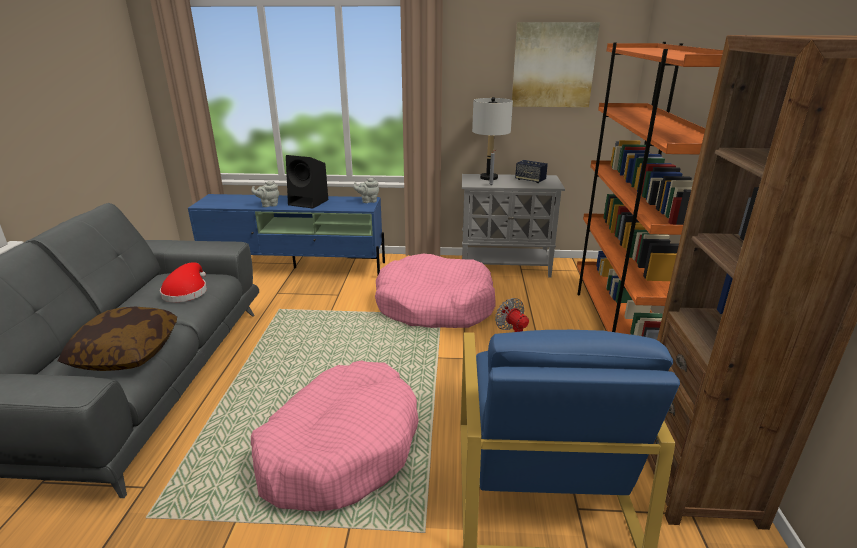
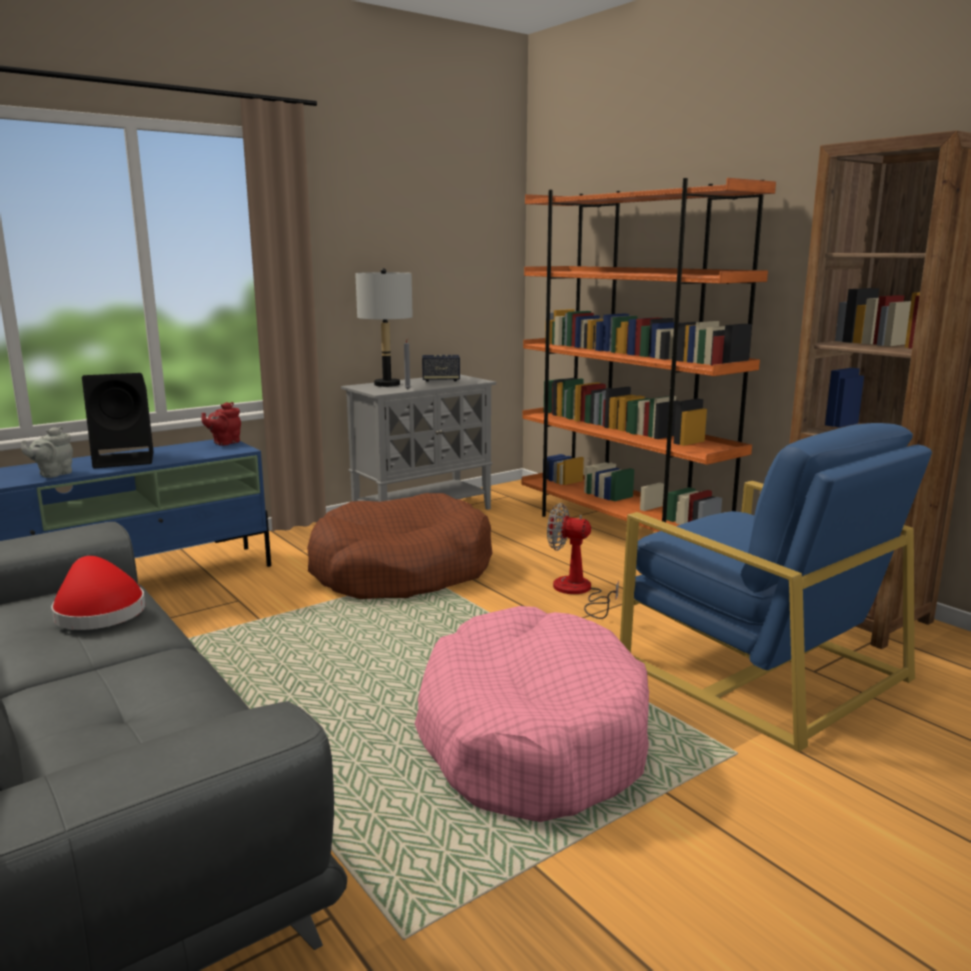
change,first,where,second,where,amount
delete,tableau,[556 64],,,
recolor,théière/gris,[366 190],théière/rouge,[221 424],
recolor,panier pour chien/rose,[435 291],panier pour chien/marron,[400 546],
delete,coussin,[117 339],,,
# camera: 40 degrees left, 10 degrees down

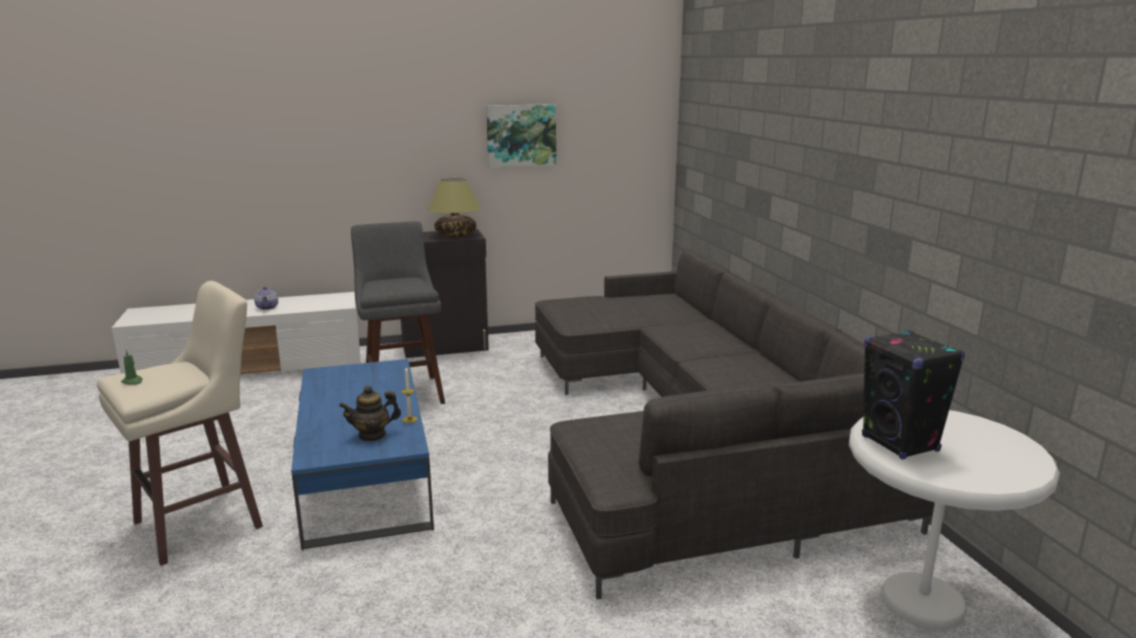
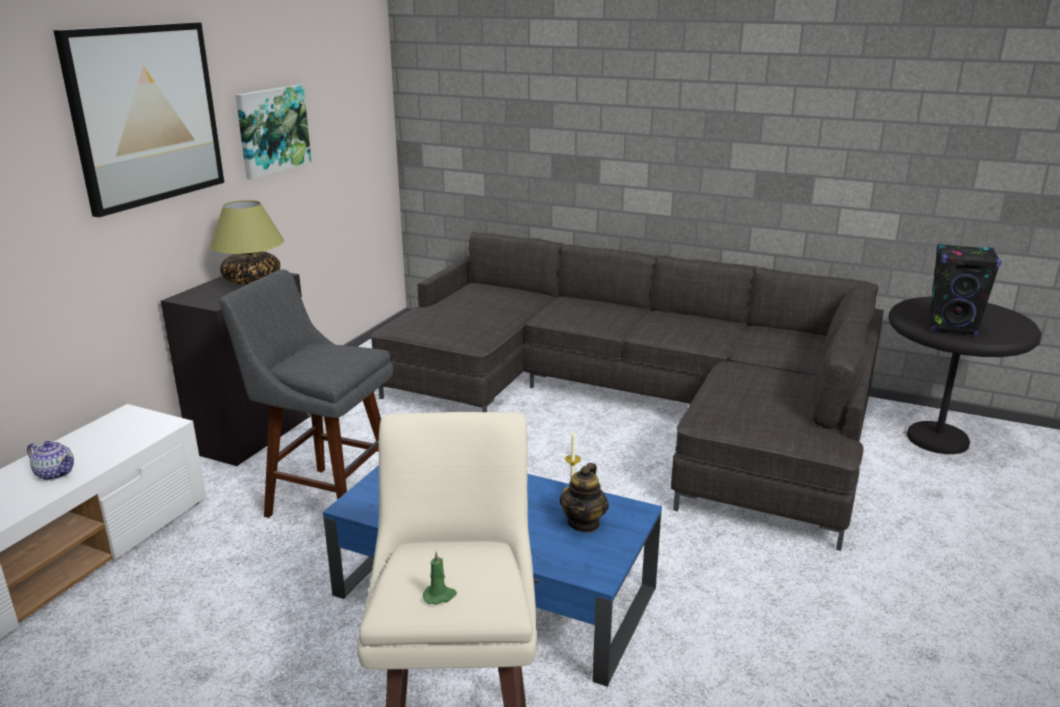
change,first,where,second,where,amount
recolor,table d'appoint/blanc,[954 520],table d'appoint/noir,[965 375],
insert,,,tableau,[138 119],
# camera: 50 degrees left, 5 degrees up

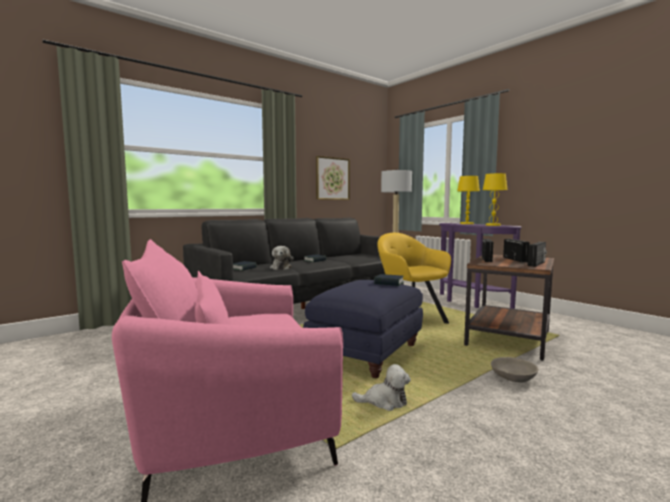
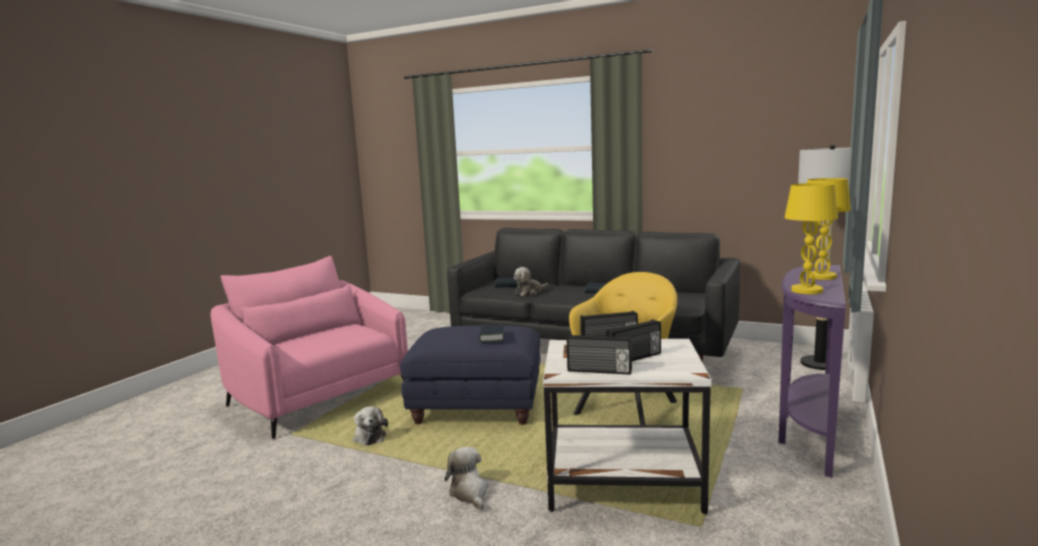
change,first,where,second,where,amount
delete,tableau,[333 178],,,
recolor,table d'appoint/marron,[509 307],table d'appoint/blanc,[627 426],
replace,bol/gris,[515 370],peluche,[466 478],
# camera: 65 degrees right, 5 degrees up

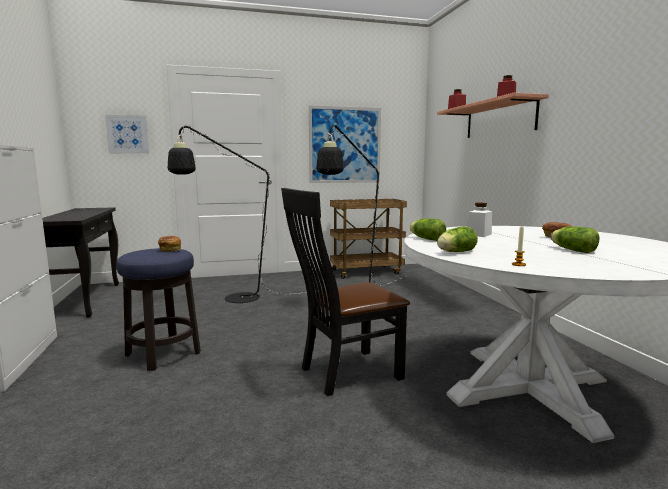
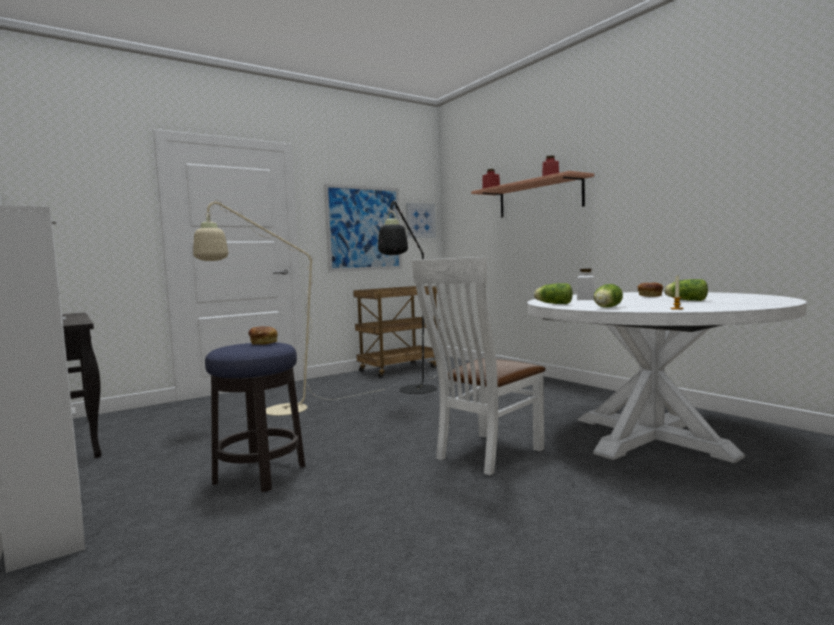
change,first,where,second,where,amount
move,tableau,[127 134],,[421 220],
recolor,lampadaire/noir,[237 213],lampadaire/beige,[289 308],
recolor,chaise/noir,[345 292],chaise/blanc,[478 366],
# camera: 20 degrees left, 5 degrees down

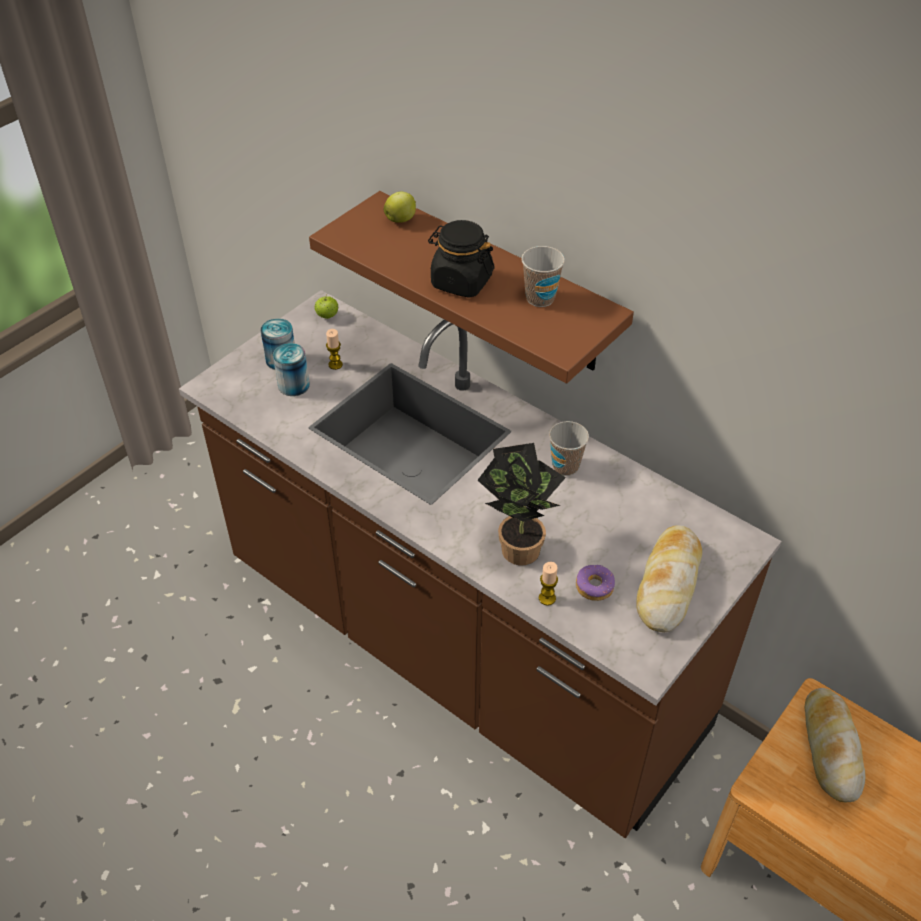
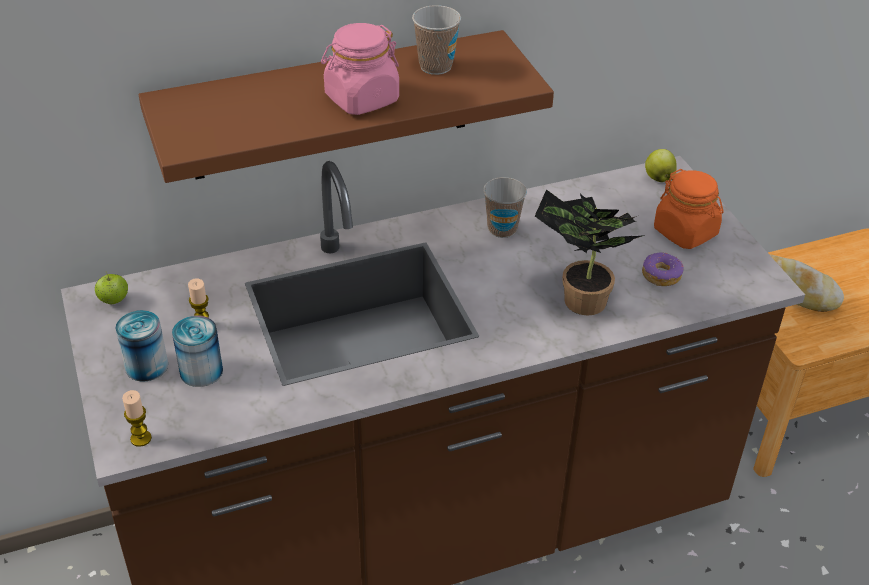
change,first,where,second,where,amount
move,pomme,[400 207],,[661 165],
recolor,bocal/noir,[461 259],bocal/rose,[360 69],
replace,pain,[669 578],bocal/orange,[688 209],
move,bougie,[548 584],,[137 418],
# camera: 60 degrees left, 5 degrees down

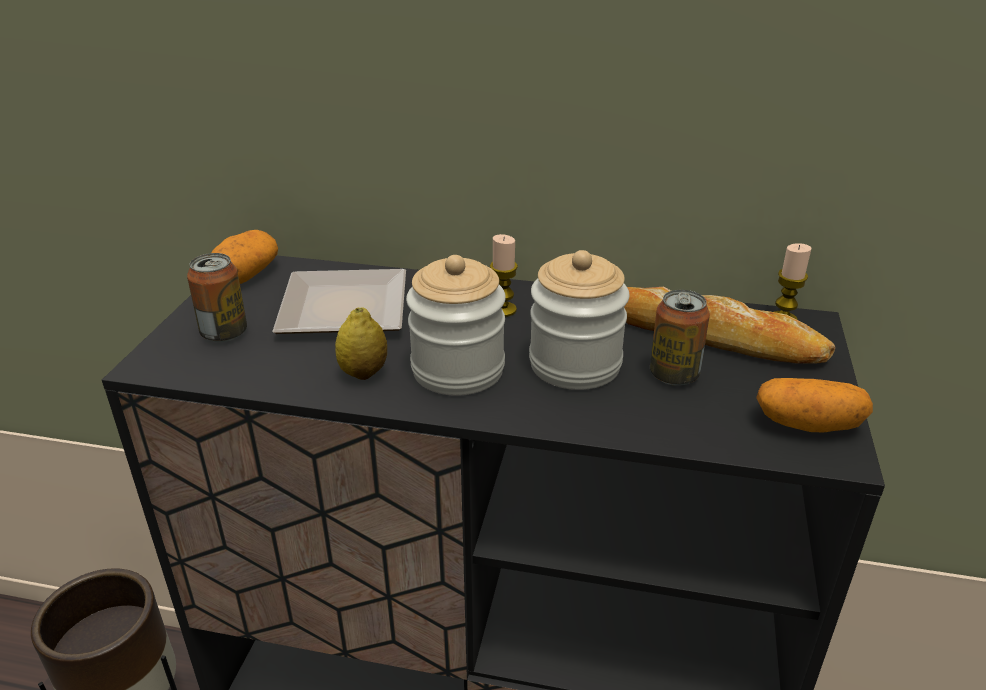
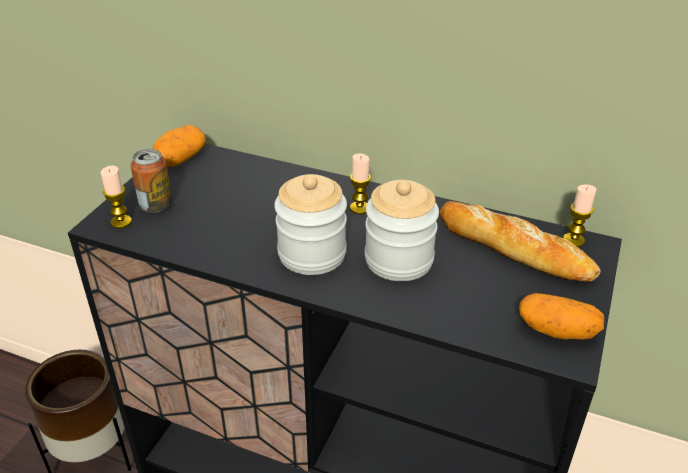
change,first,where,second,where,amount
delete,assiette,[339 301],,,
delete,boîte métallique,[680 338],,,
delete,citron,[361 343],,,
insert,,,bougie,[116 197],
# camera: 10 degrees right, 5 degrees up

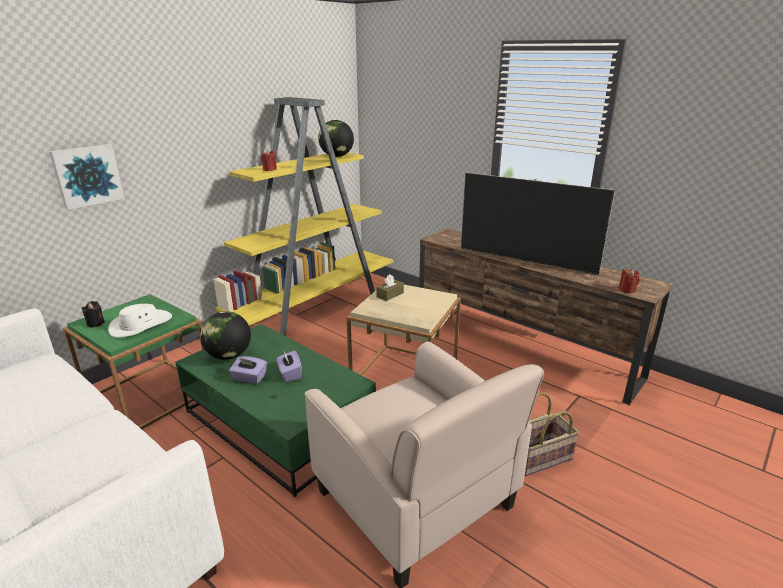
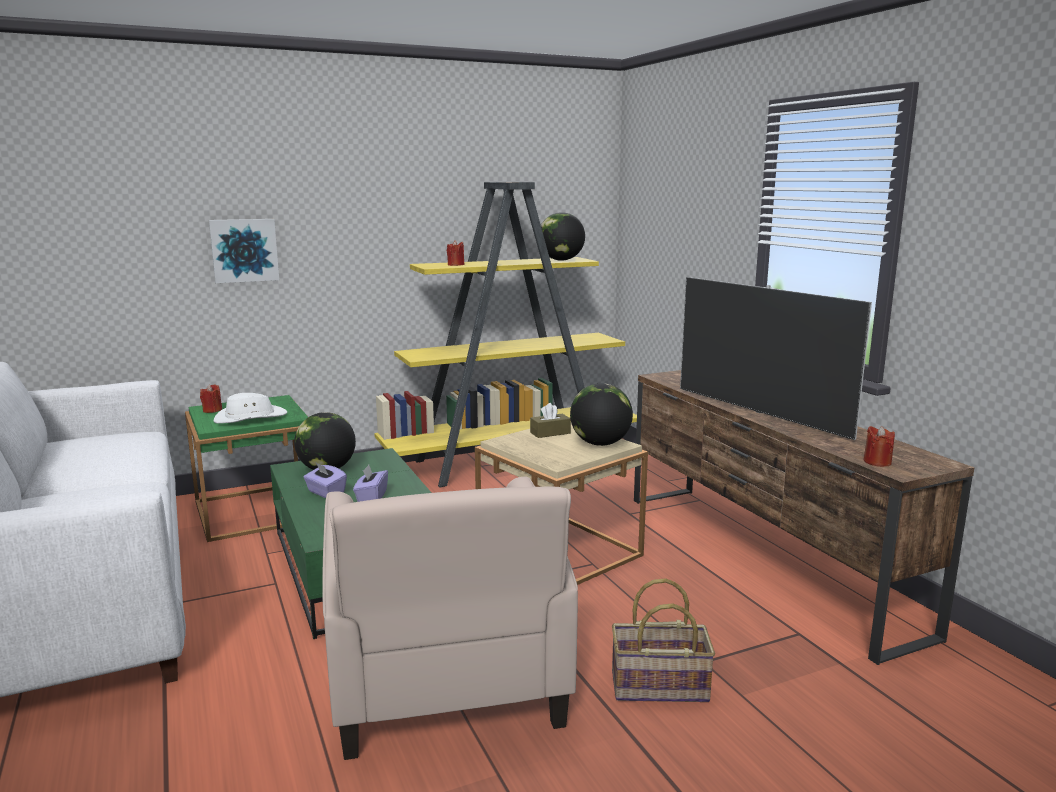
change,first,where,second,where,amount
recolor,bougie/noir,[93 314],bougie/rouge,[211 398],
insert,,,globe,[601 414],
# camera: 25 degrees right, 10 degrees down

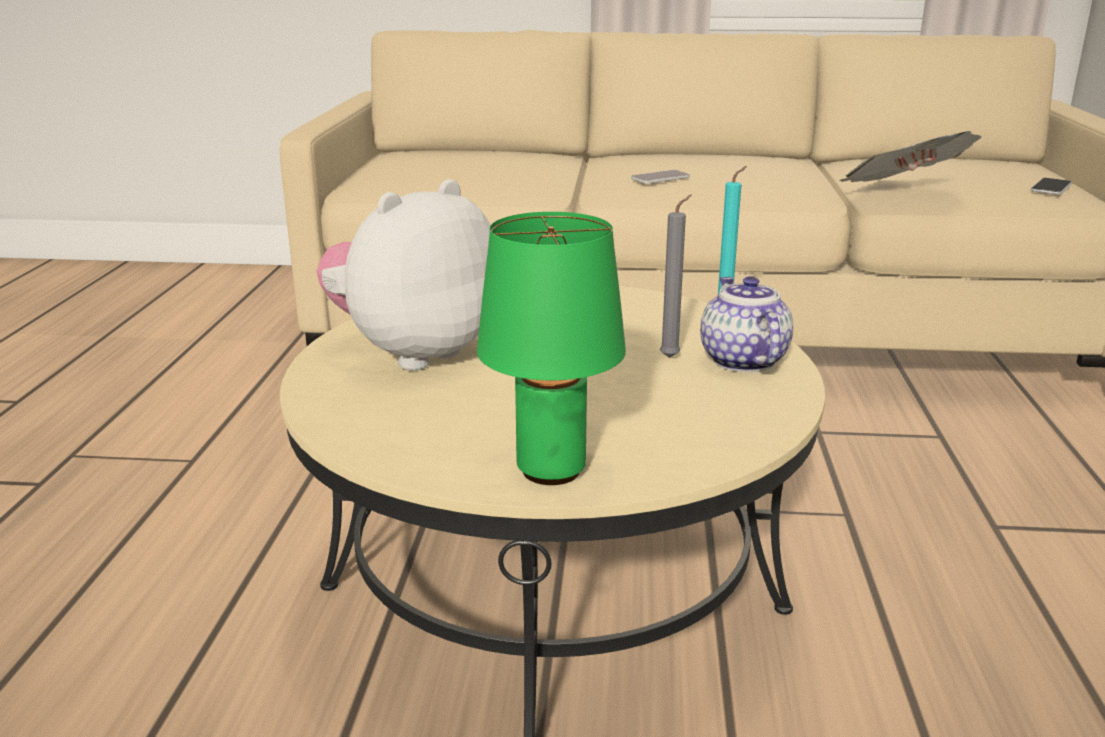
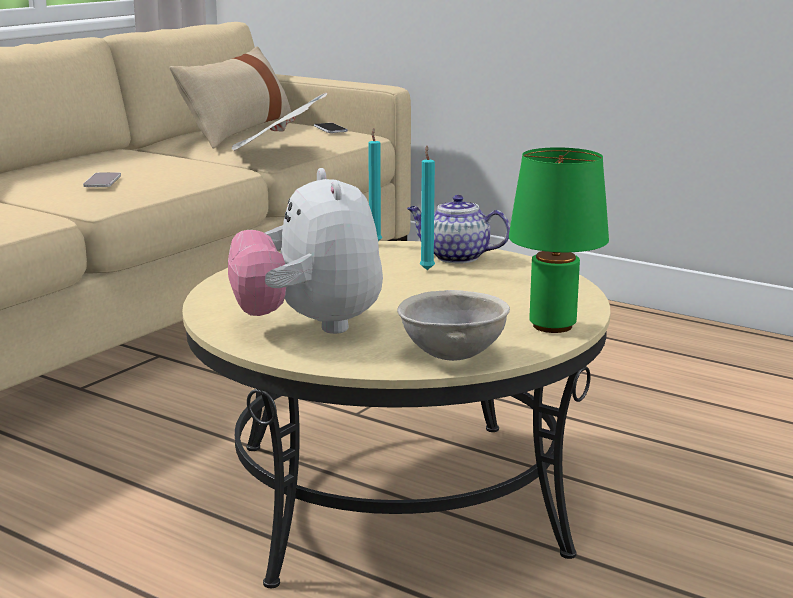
change,first,where,second,where,amount
recolor,bougie/gris,[676 276],bougie/turquoise,[427 208],
insert,,,coussin/beige,[230 97],
insert,,,bol/gris,[453 325],
# camera: 60 degrees left, 5 degrees down

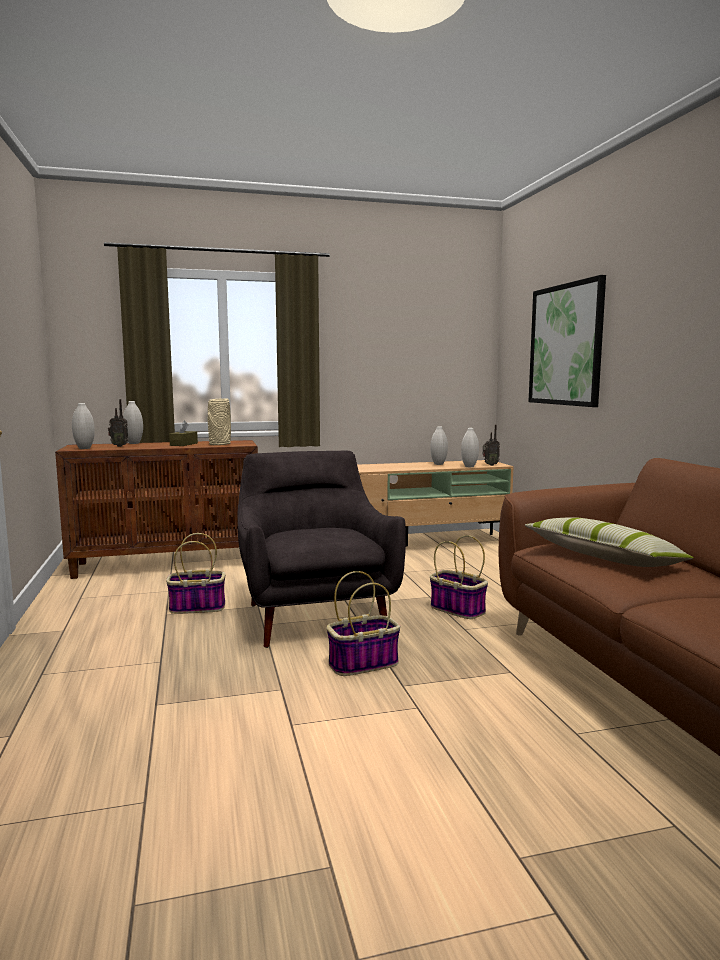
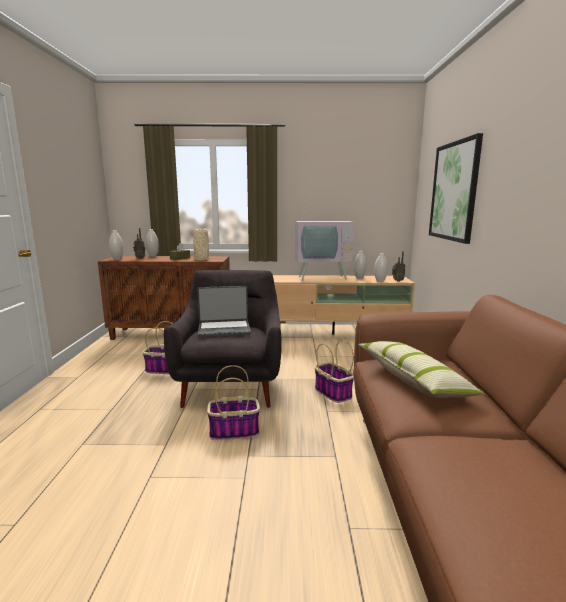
change,first,where,second,where,amount
insert,,,téléviseur,[324 239],
insert,,,ordinateur portable,[224 311],
# camera: 15 degrees right, 5 degrees up

